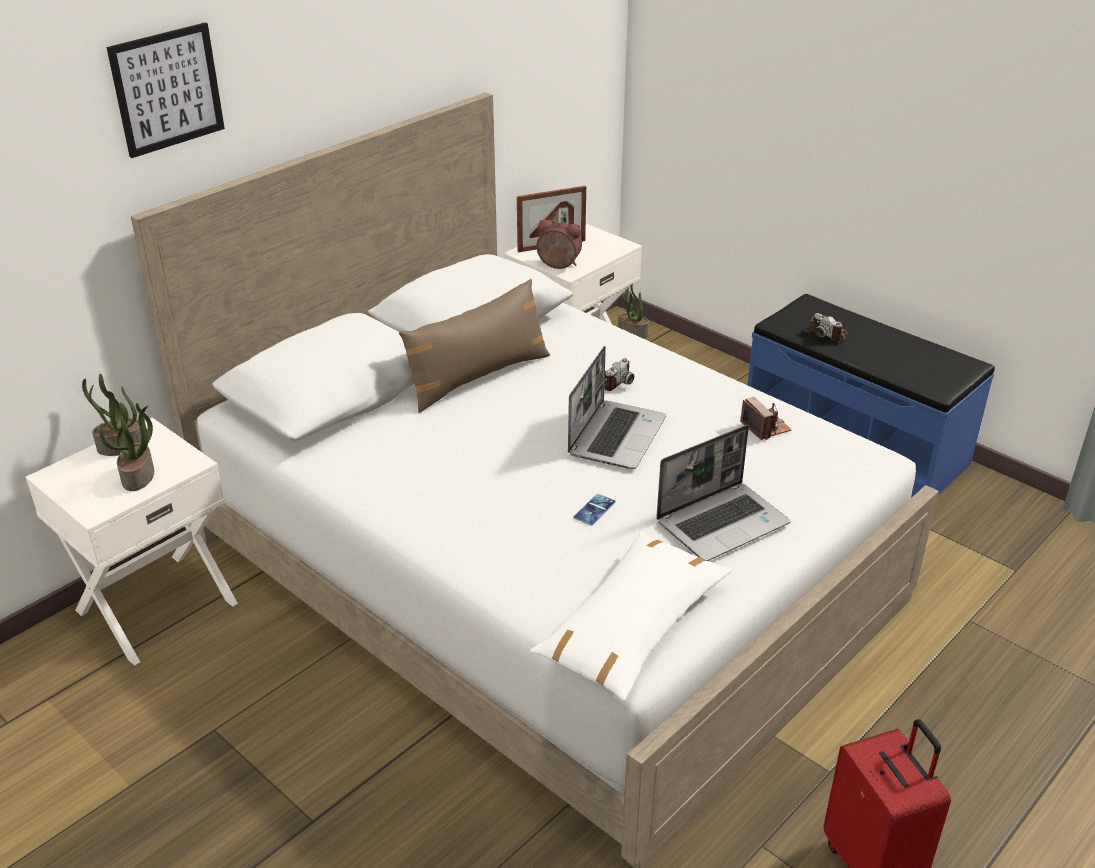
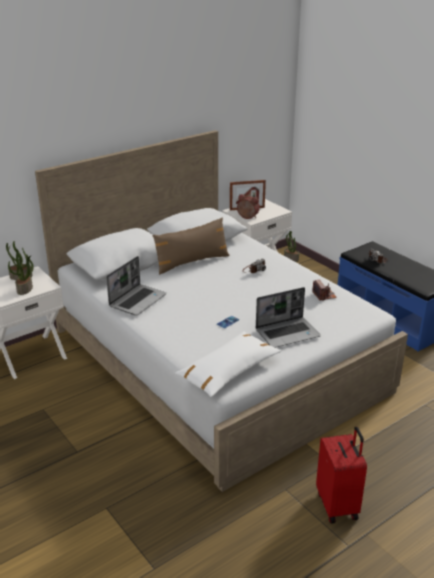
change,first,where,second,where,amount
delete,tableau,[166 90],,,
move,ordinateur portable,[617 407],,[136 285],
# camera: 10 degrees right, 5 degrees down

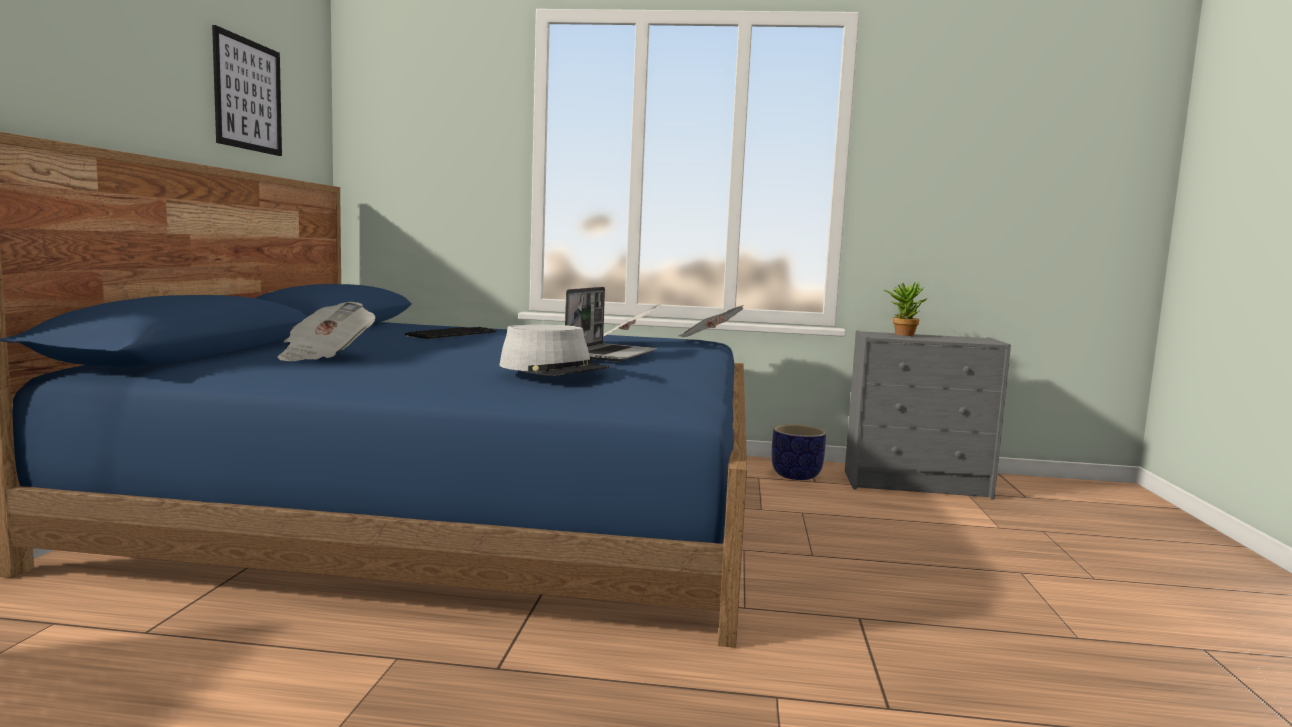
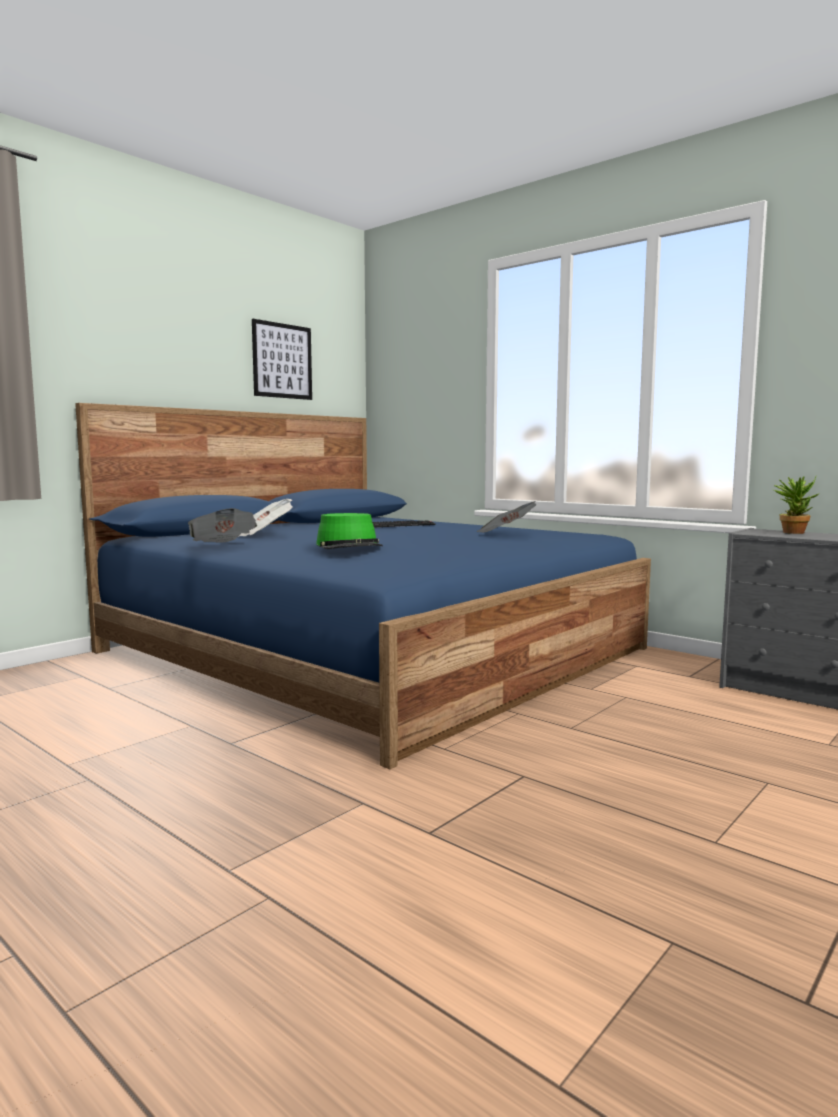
change,first,where,second,where,amount
delete,ordinateur portable,[611 324],,,
move,journal,[711 321],,[222 525],
recolor,chapeau/gris,[554 350],chapeau/vert,[349 531],
delete,cache-pot,[799 452],,,
# camera: 35 degrees right, 0 degrees up

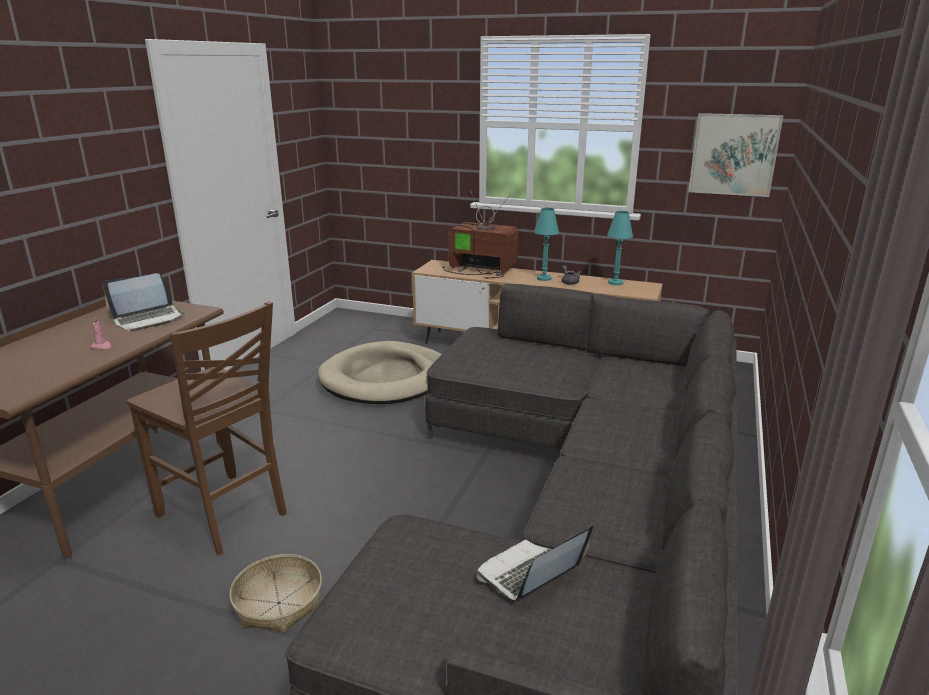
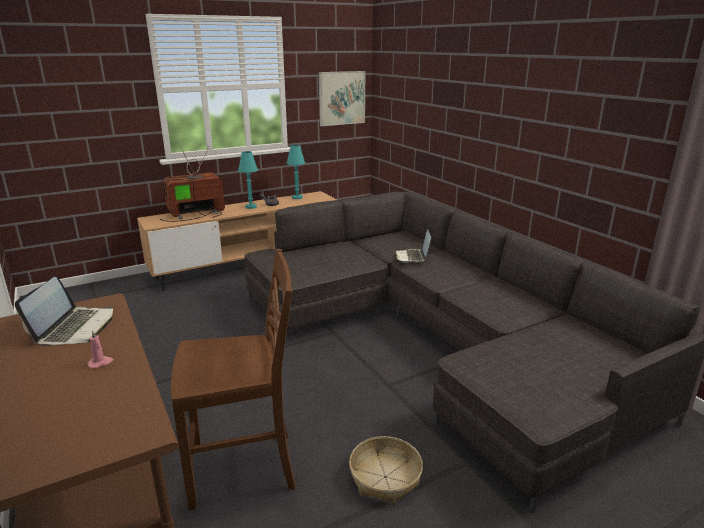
change,first,where,second,where,amount
delete,panier pour chien/beige,[380 372],,,
move,ordinateur portable,[535 563],,[412 245],
# camera: 50 degrees left, 0 degrees up

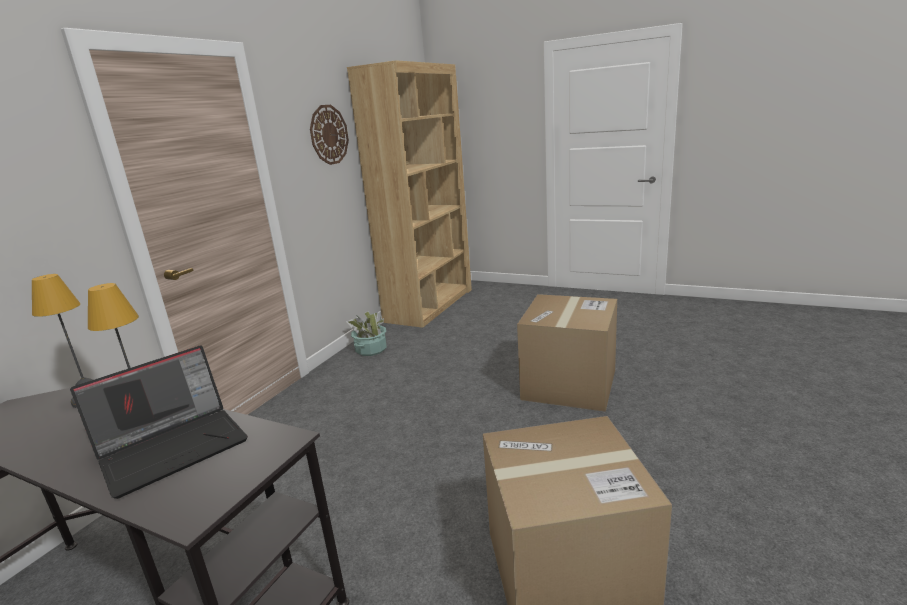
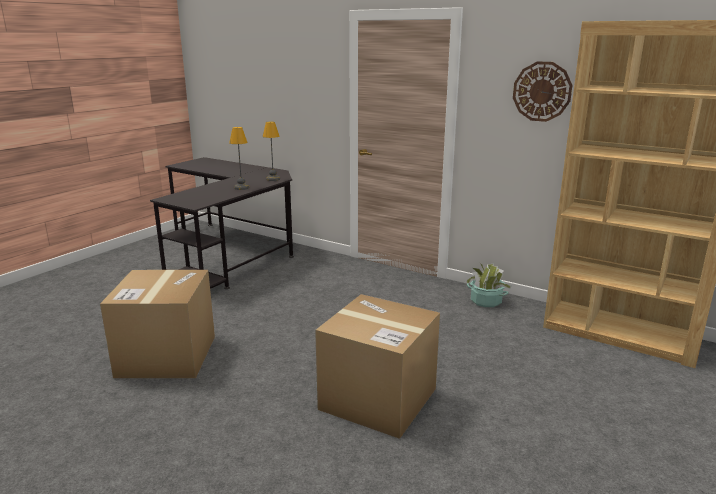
change,first,where,second,where,amount
delete,ordinateur portable,[159 422],,,
# camera: 95 degrees right, 0 degrees up

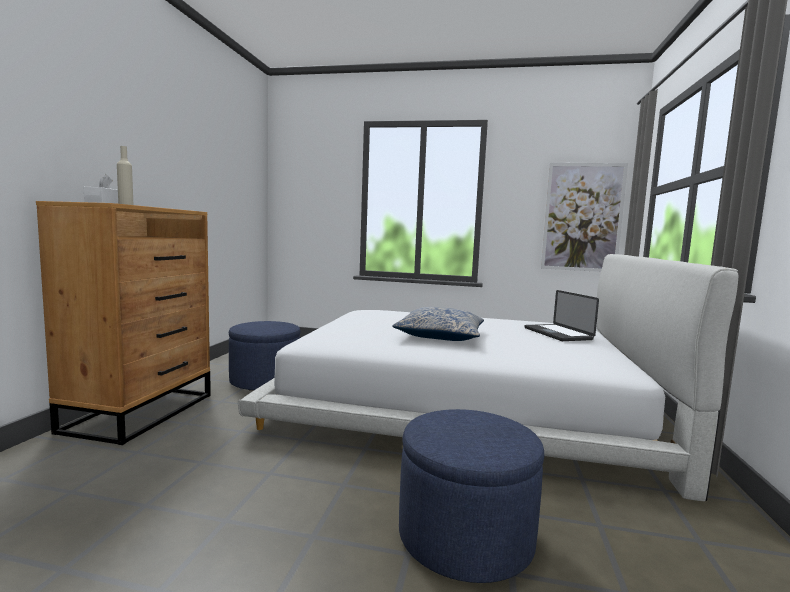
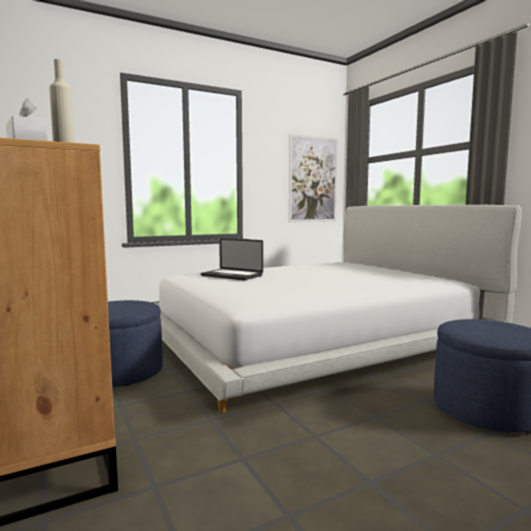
change,first,where,second,where,amount
move,ordinateur portable,[561 315],,[232 259],
delete,coussin,[438 324],,,
# camera: 40 degrees left, 0 degrees up

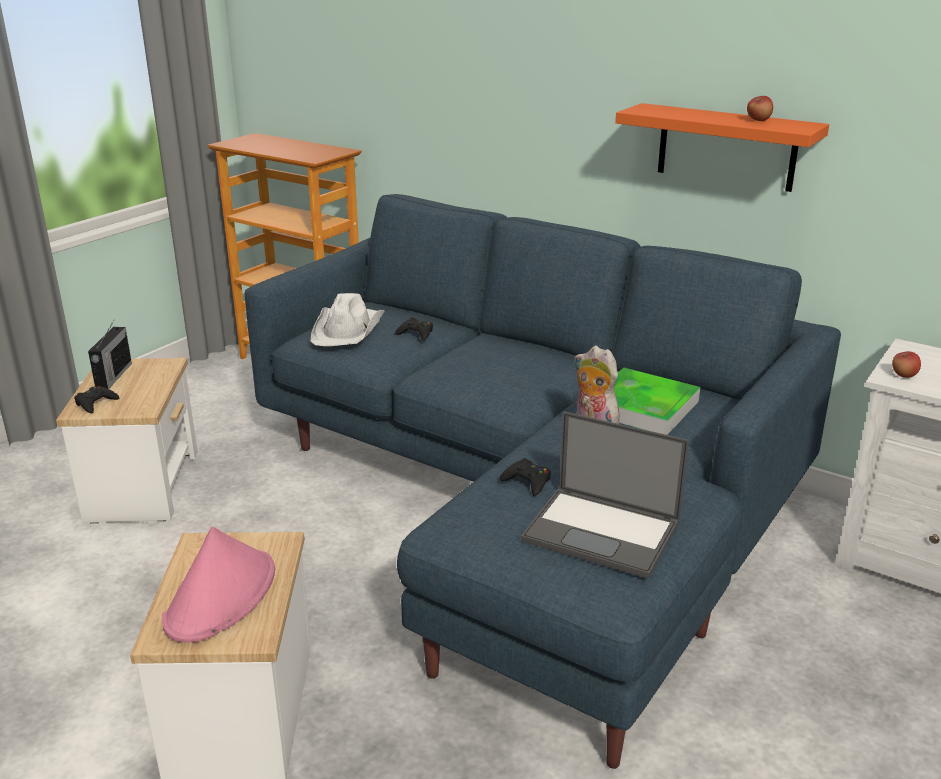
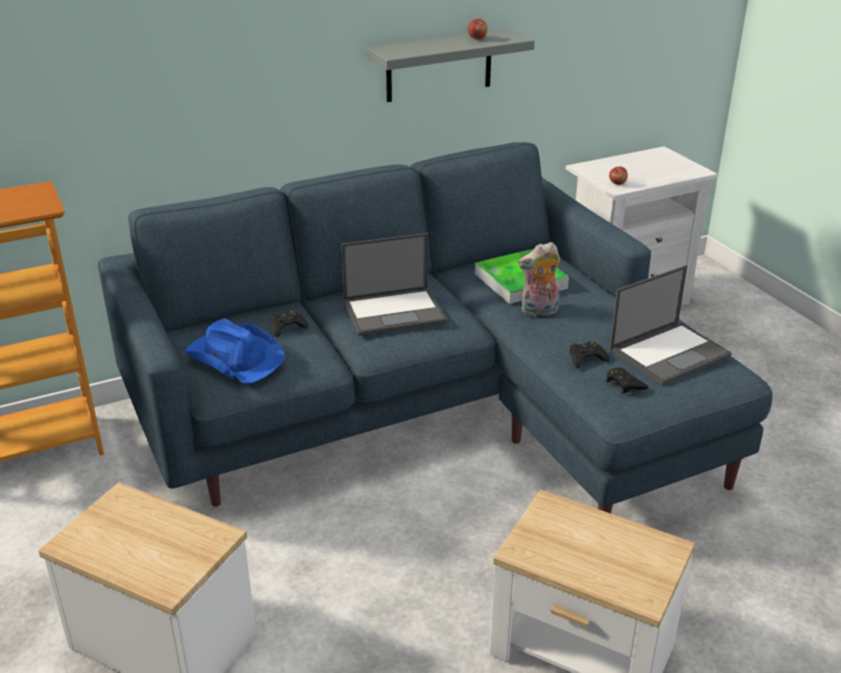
change,first,where,second,where,amount
recolor,étagère/orange,[722 147],étagère/gris,[450 65],
recolor,chapeau/blanc,[347 319],chapeau/bleu,[235 350],
delete,radio,[110 354],,,
move,manette/noir,[96 399],,[627 380],
delete,chapeau/rose,[218 585],,,
insert,,,ordinateur portable,[394 284],
# camera: 60 degrees left, 5 degrees up

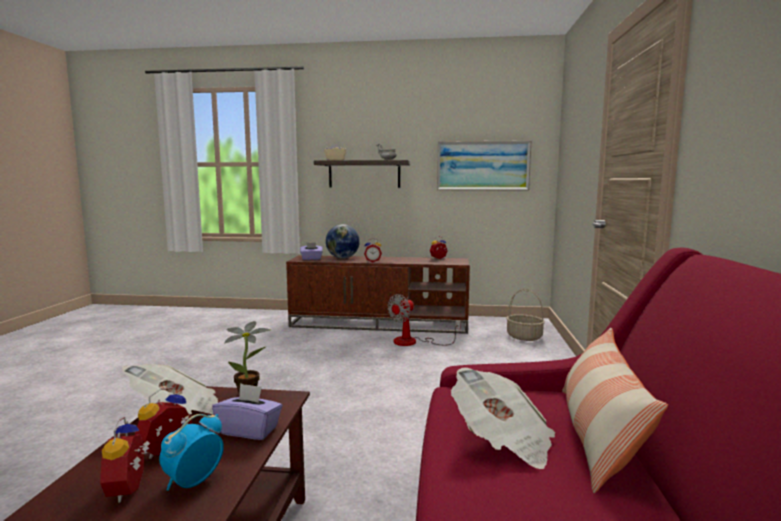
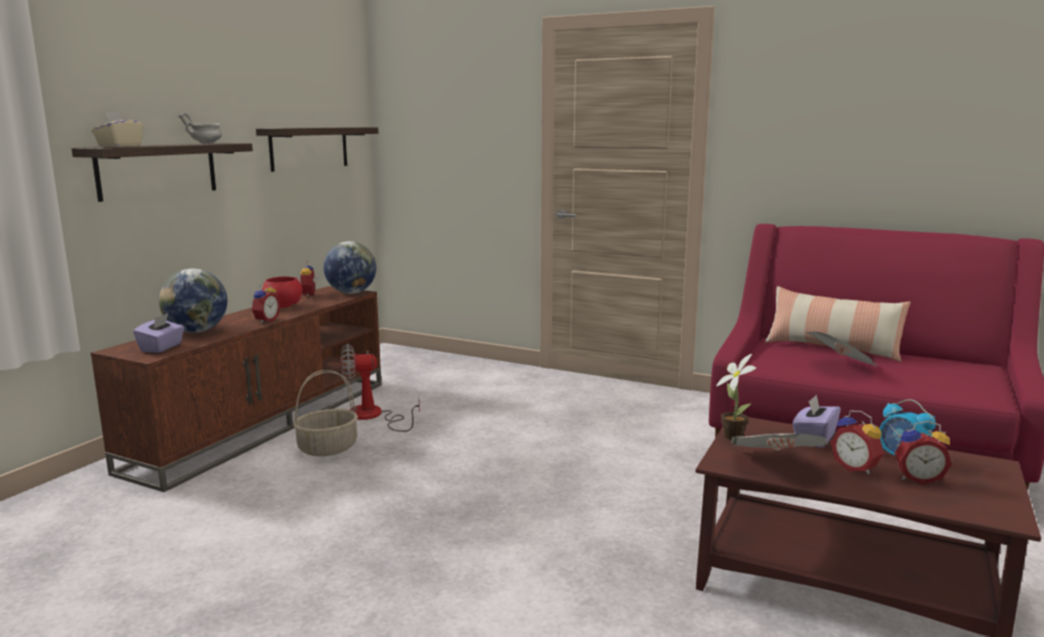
change,first,where,second,where,amount
replace,tableau,[484 165],étagère,[317 149],
move,panier,[525 315],,[325 413],
rotate,ventilateur,[424 320],,[380 388],105 degrees clockwise
insert,,,globe,[349 267],
insert,,,bol/rouge,[282 292],
# camera: 70 degrees left, 5 degrees up

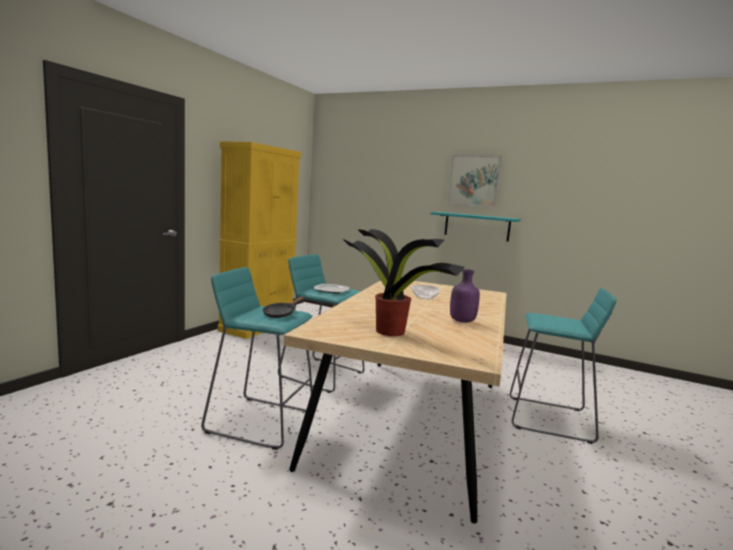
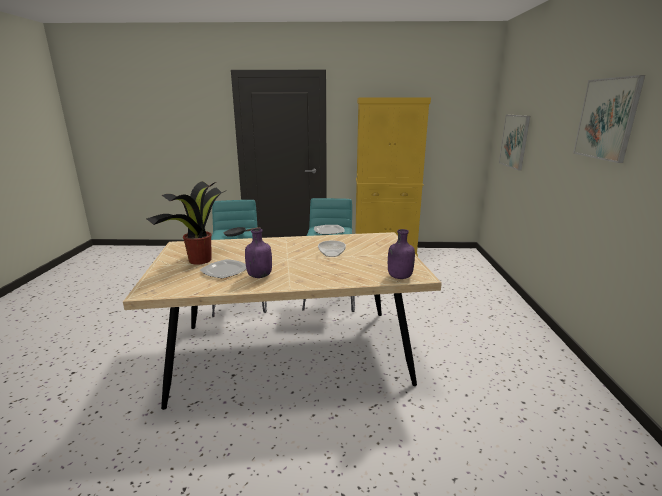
change,first,where,second,where,amount
delete,étagère/turquoise,[476 227],,,
delete,tabouret/turquoise,[563 366],,,
insert,,,tableau,[514 142],
insert,,,bouteille/violet,[401 254],
insert,,,assiette,[223 268],
# camera: 65 degrees right, 10 degrees up

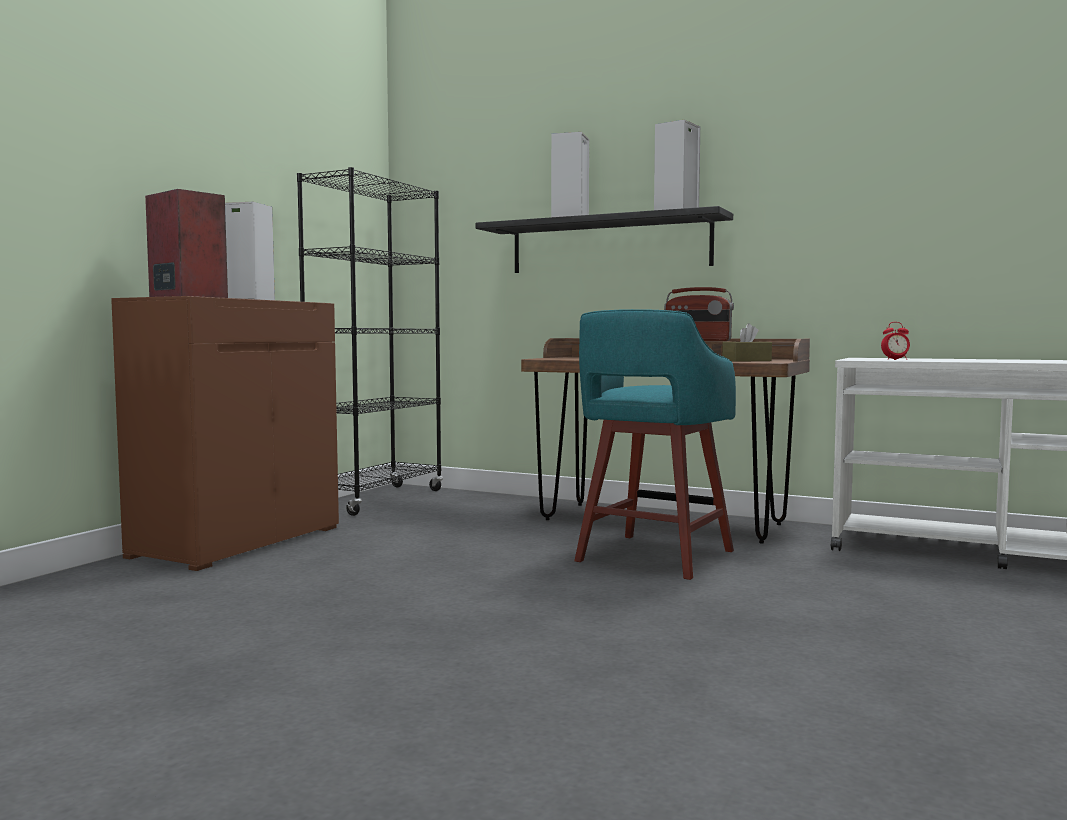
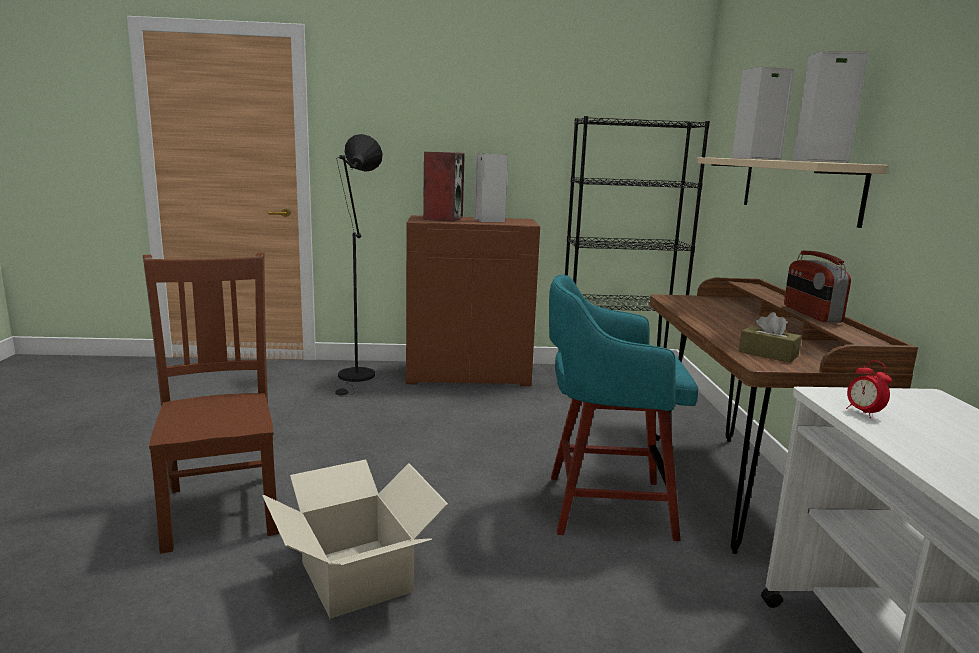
change,first,where,second,where,amount
recolor,étagère/noir,[604 239],étagère/beige,[792 192],
insert,,,lampadaire/noir,[359 265],
insert,,,chaise/marron,[211 403],
insert,,,carton,[355 539],
# camera: 60 degrees right, 10 degrees up

